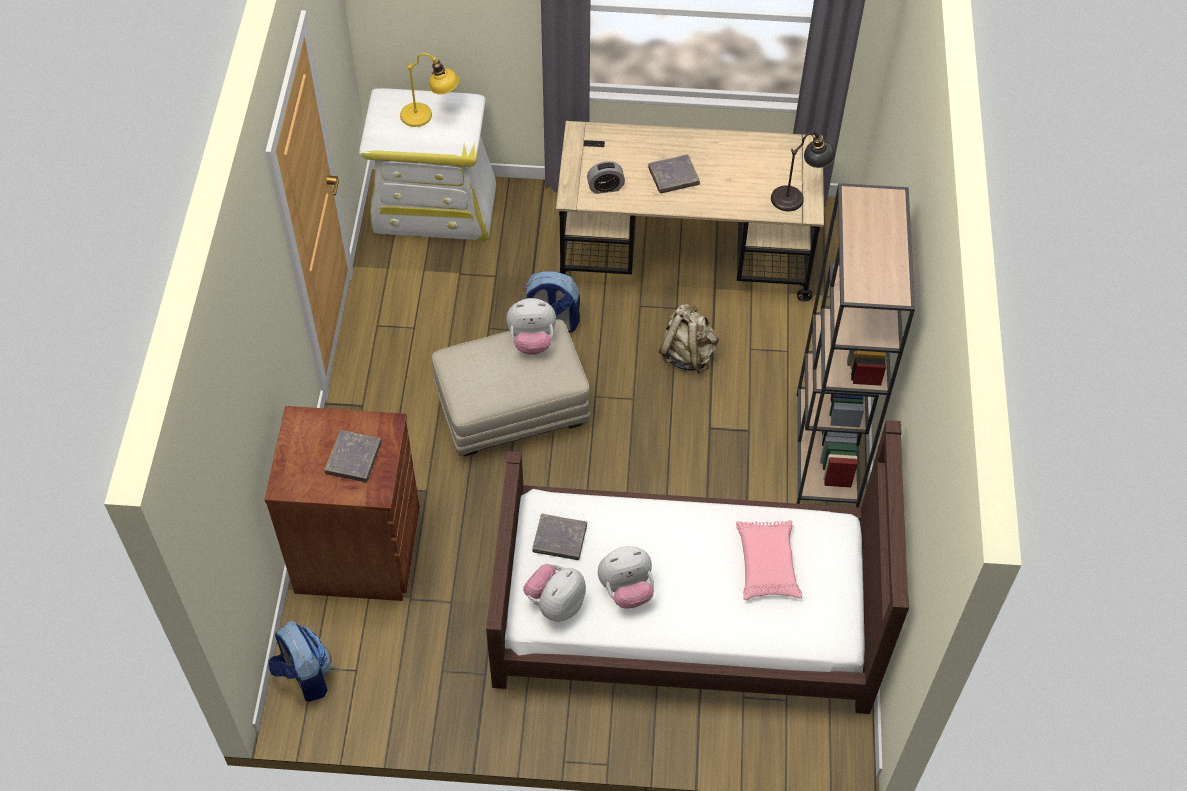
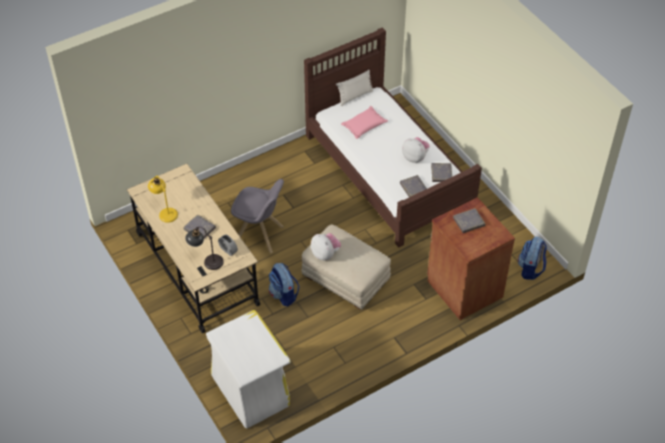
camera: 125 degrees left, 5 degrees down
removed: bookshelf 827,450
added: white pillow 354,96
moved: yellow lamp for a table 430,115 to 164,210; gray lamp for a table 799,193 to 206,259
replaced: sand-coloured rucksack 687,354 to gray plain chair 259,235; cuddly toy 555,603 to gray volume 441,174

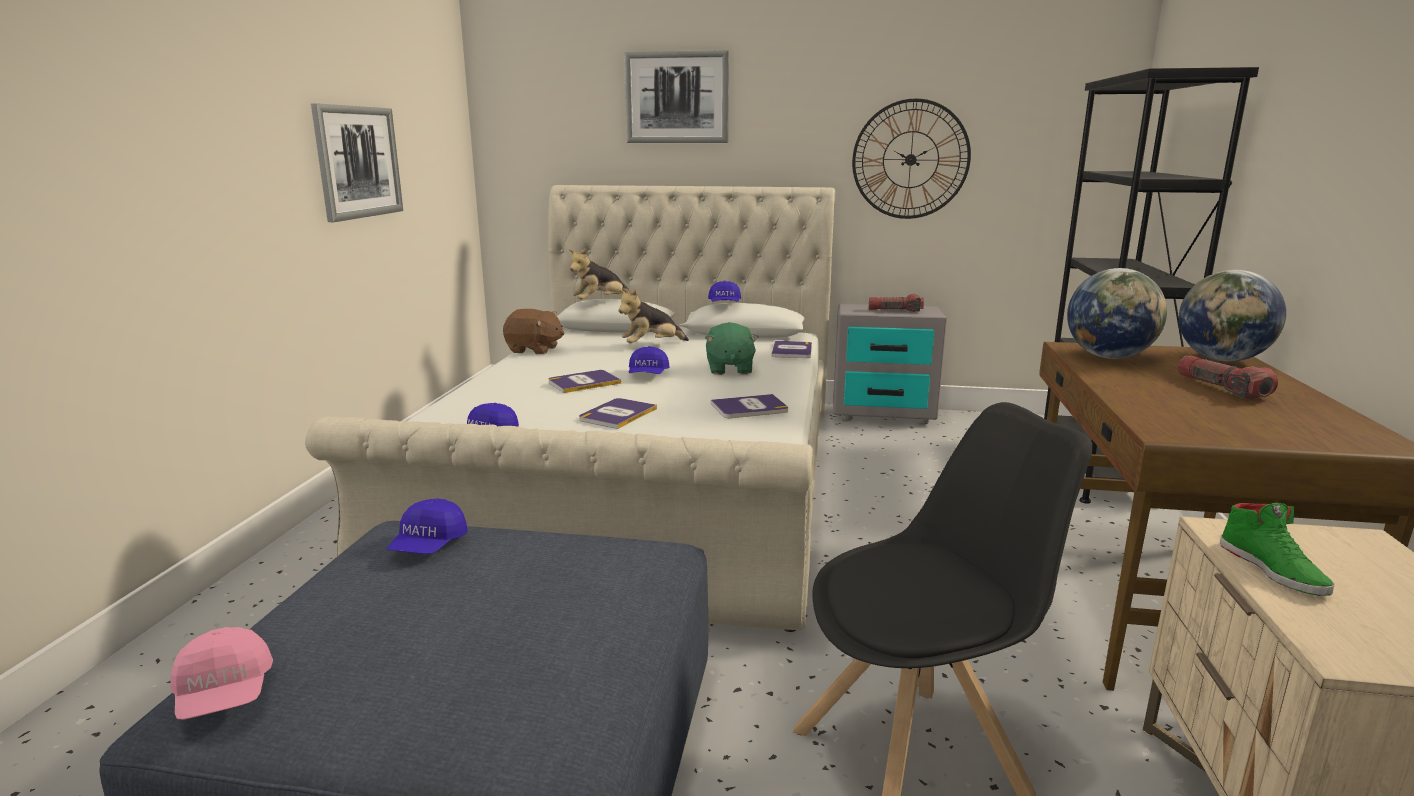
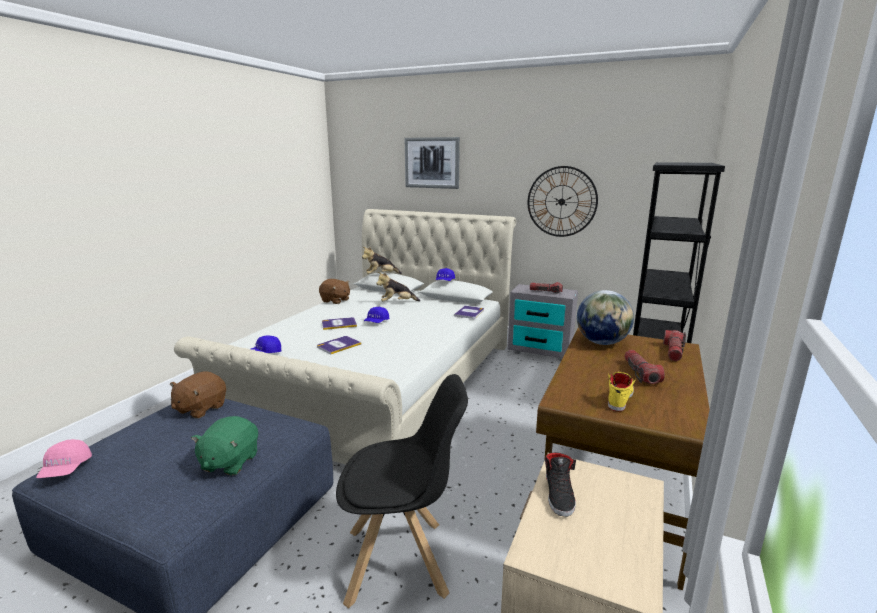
camera: 15 degrees right, 0 degrees up
removed: wall art 358,162; volume 749,408
added: yellow item of footwear 619,398
moved: greenish cuddly toy 729,369 to 229,462
replaced: desk globe 1222,360 to flashlight 673,352; blue-coloured cap 429,546 to brown cuddly toy 200,408
recoloured: greenish item of footwear 1273,569 to black item of footwear 559,494

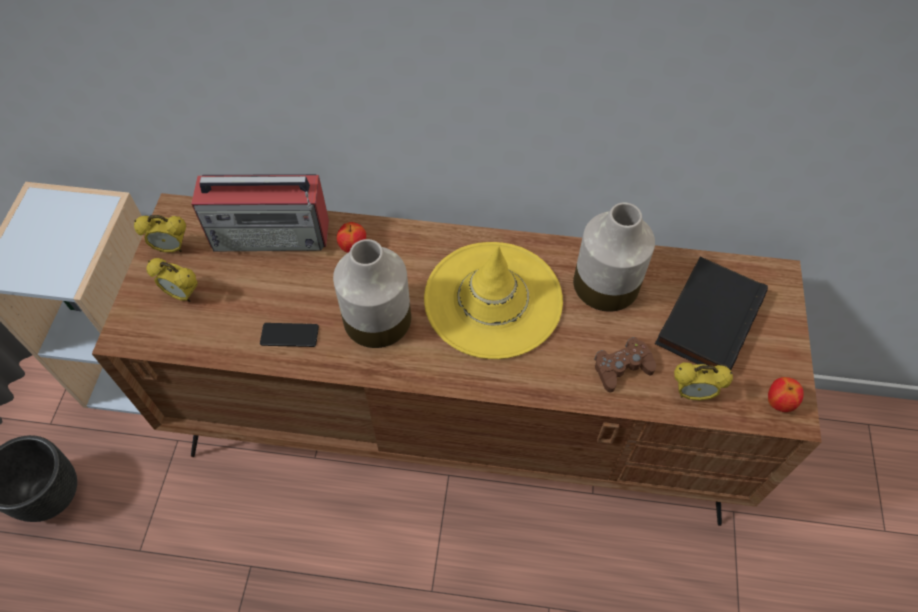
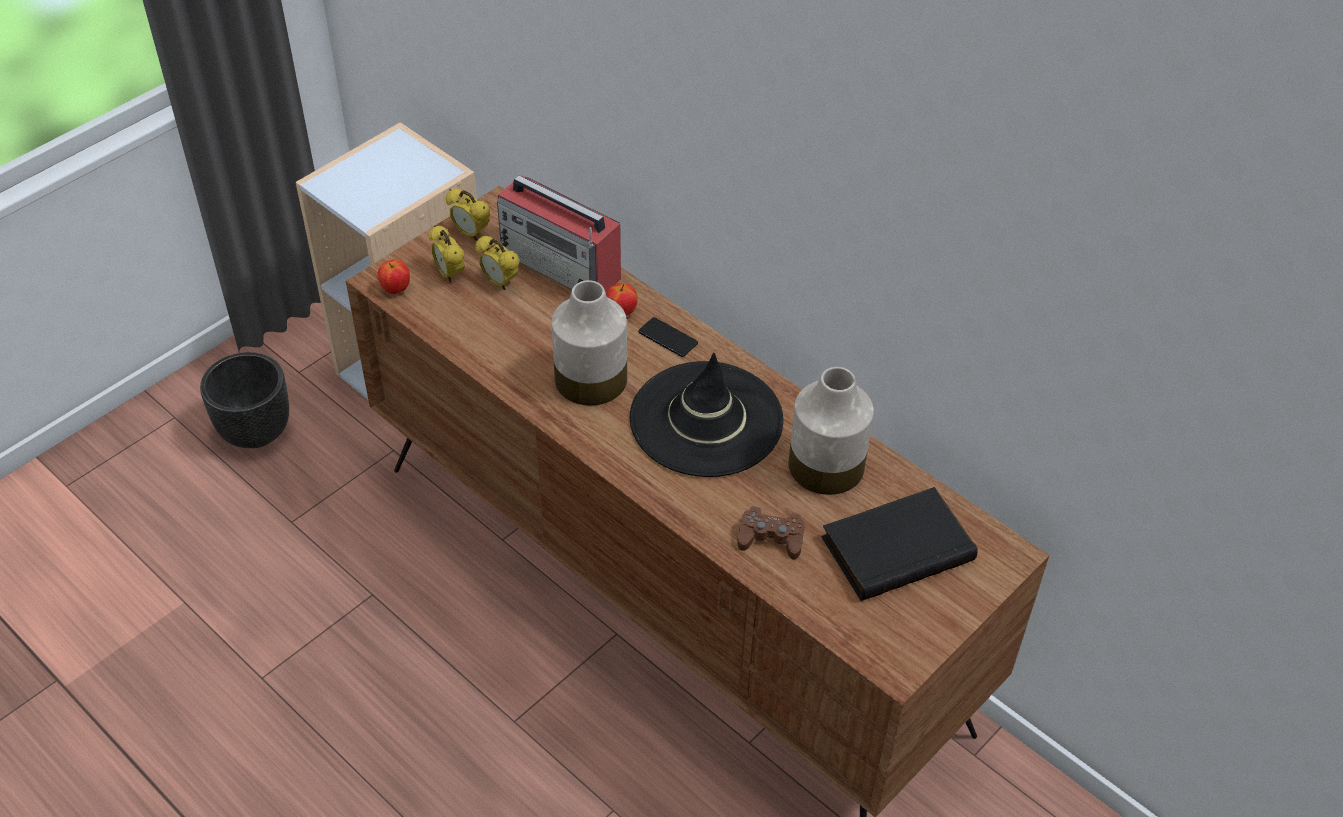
camera: 35 degrees right, 10 degrees down
moved: handset 289,335 to 668,338; alarm clock 692,393 to 499,282; whole apple 778,403 to 396,289
recoloured: yellow clothing hat 493,299 to black clothing hat 706,420

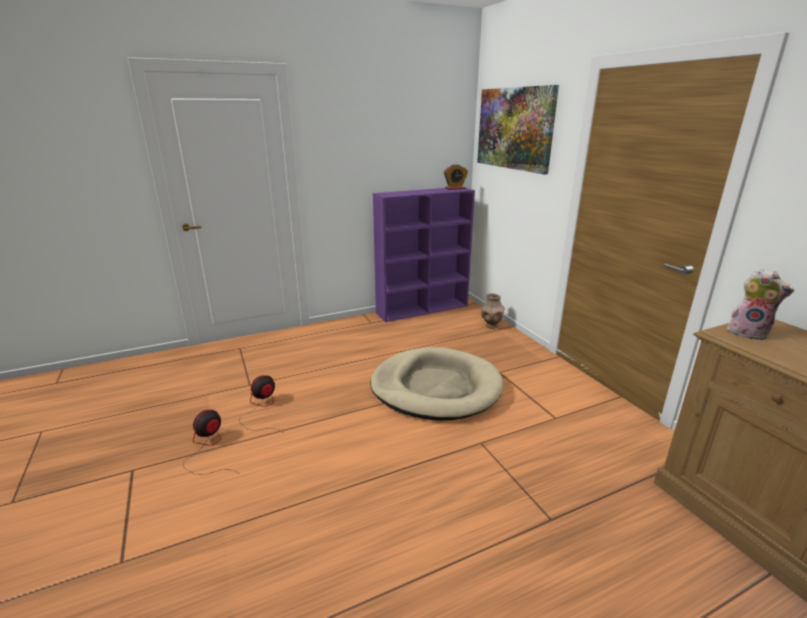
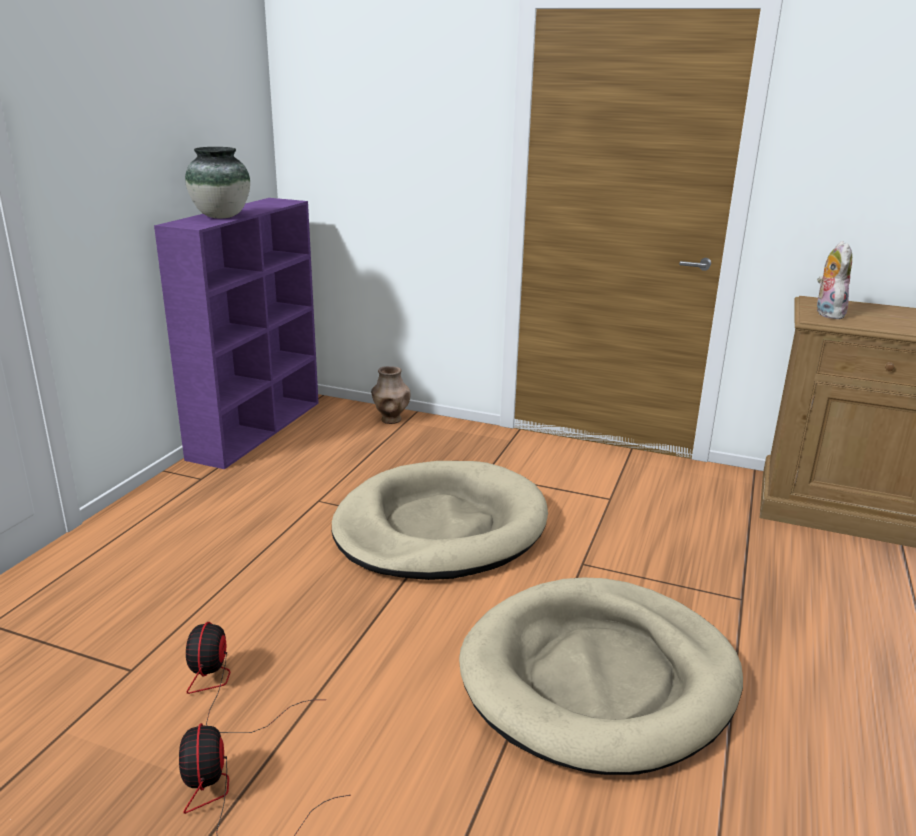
camera: 45 degrees left, 0 degrees up
removed: wall art 514,128; alarm clock 455,188
added: decorative vase 222,216; sand-coloured dog cushion 599,678
turned: cuddly toy 748,333 = 826,313 75 degrees counterclockwise

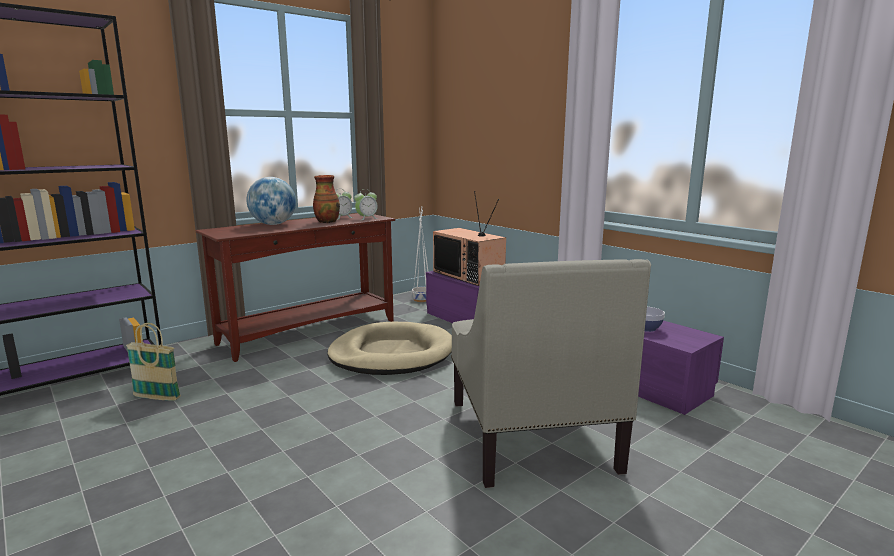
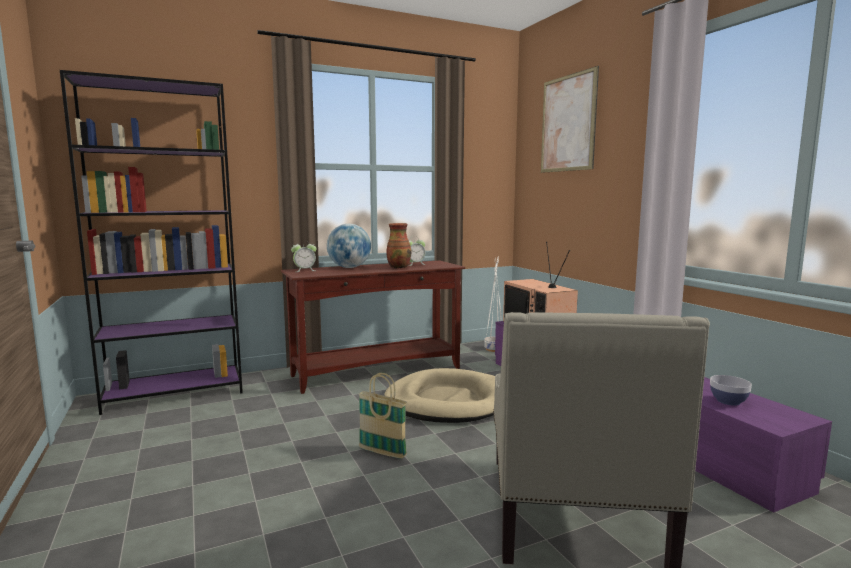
camera: 15 degrees right, 5 degrees down
added: wall art 568,123
moved: alarm clock 366,218 to 304,270; basket 157,398 to 382,452

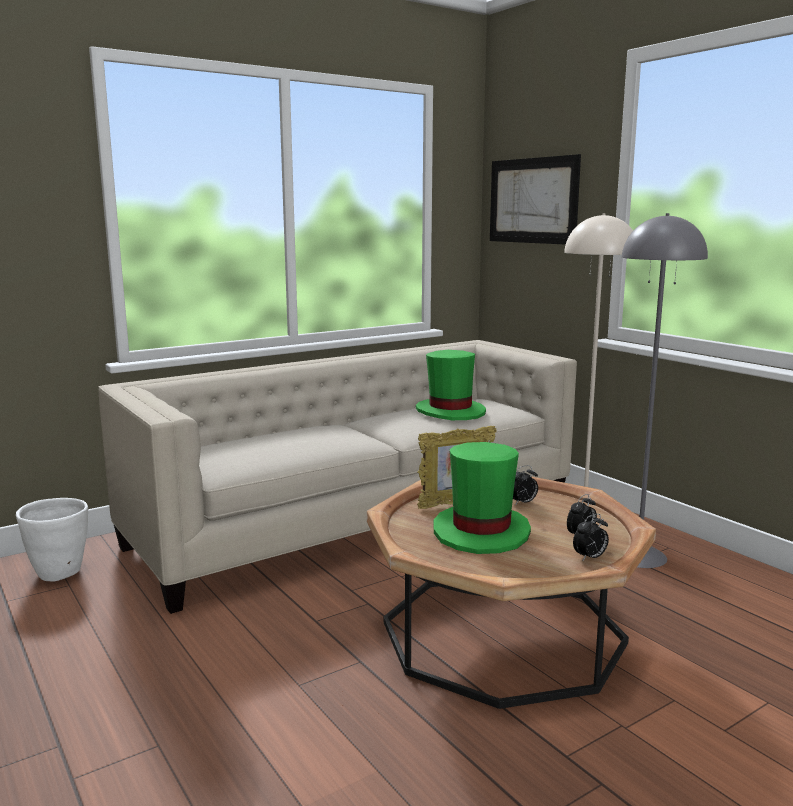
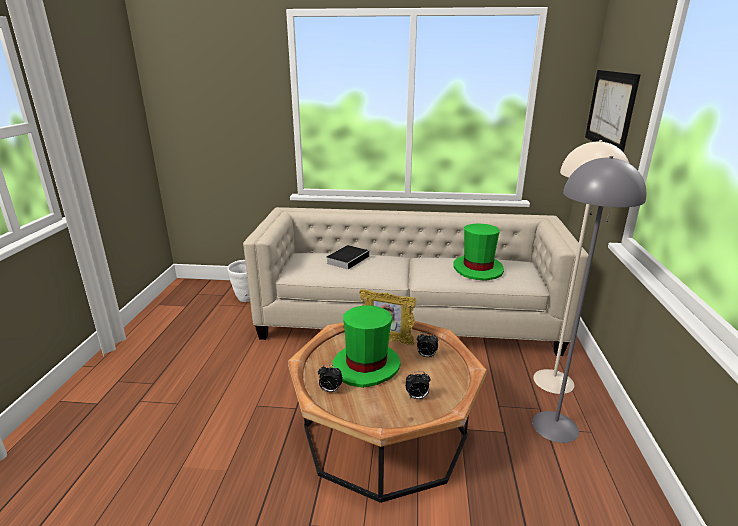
camera: 40 degrees right, 10 degrees up
added: volume 348,259
moved: alarm clock 590,558 to 330,390

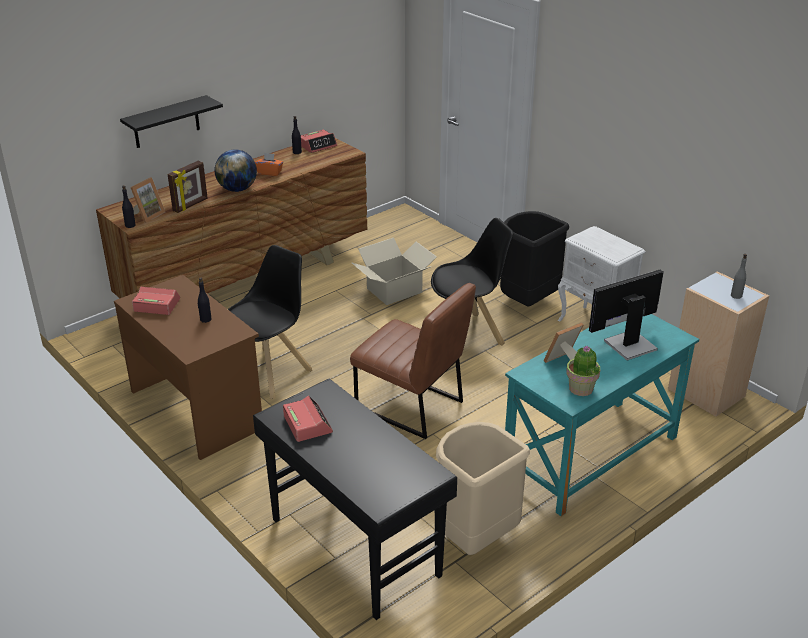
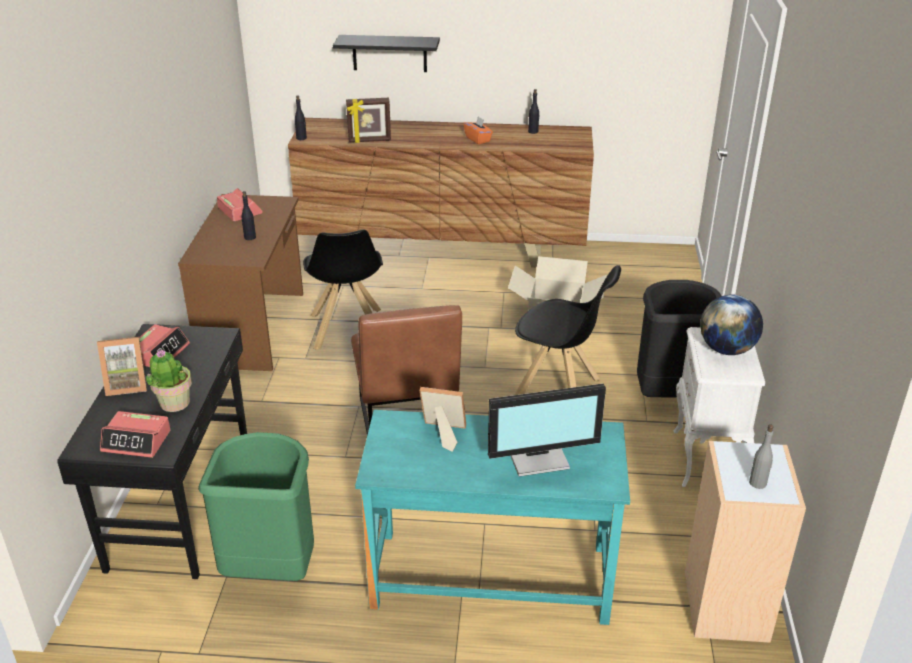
camera: 45 degrees right, 0 degrees up
moved: alarm clock 318,146 to 137,441; desk globe 237,189 to 727,350; standing frame 147,215 to 127,385; houseplant 581,389 to 174,403
recoloured: sand-coloured rubbish bin 475,538 to greenish rubbish bin 271,570
turned: black plain chair 271,371 = 347,330 90 degrees clockwise; monitor 628,344 = 538,457 150 degrees clockwise

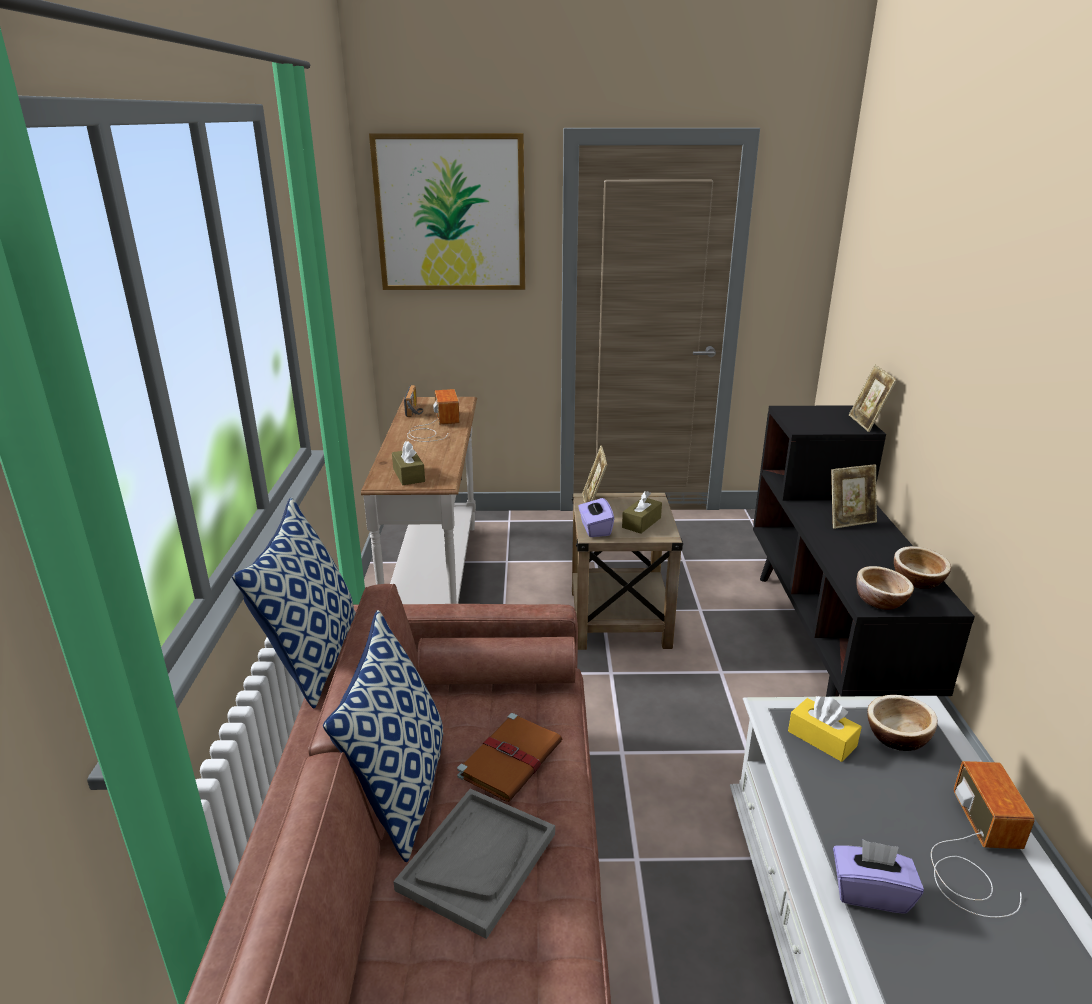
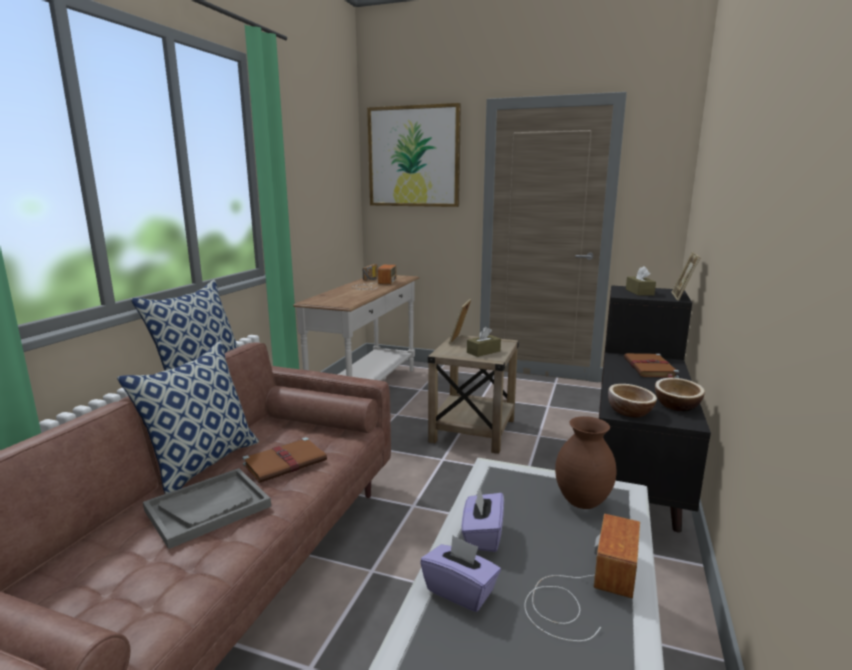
camera: 20 degrees right, 10 degrees down
removed: yellow tissue holder 822,739
moved: brown tissue holder 409,475 to 639,292; purple tissue holder 595,529 to 482,535
replaced: standing frame 849,521 to brown volume 650,368; bowl 897,737 to brown decorative vase 583,503

